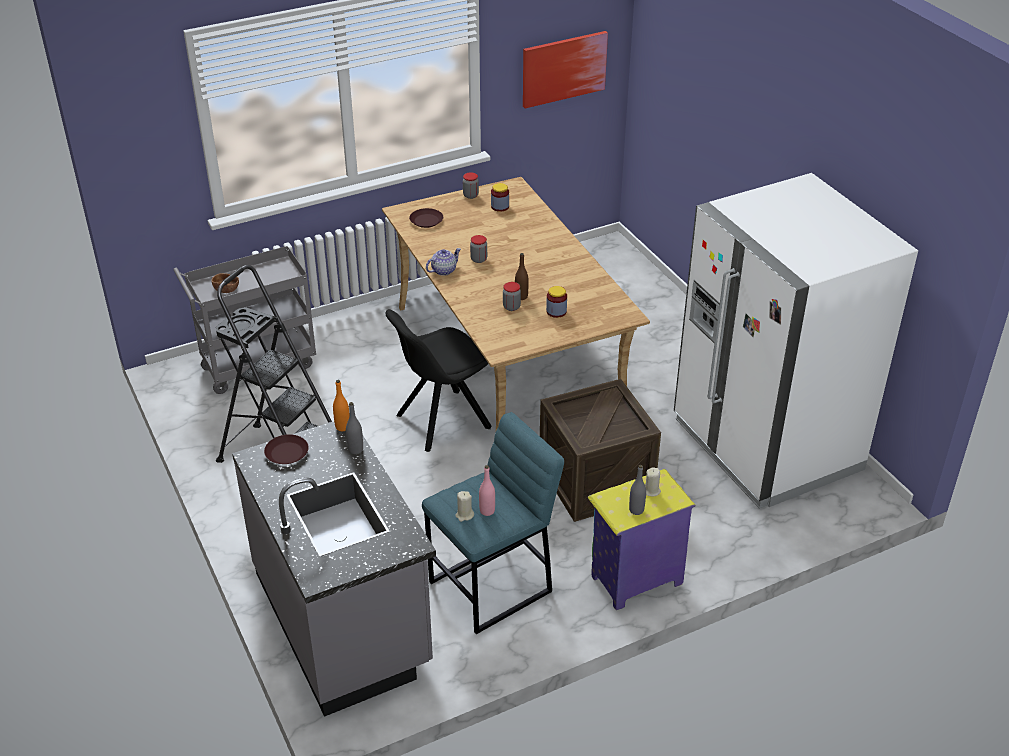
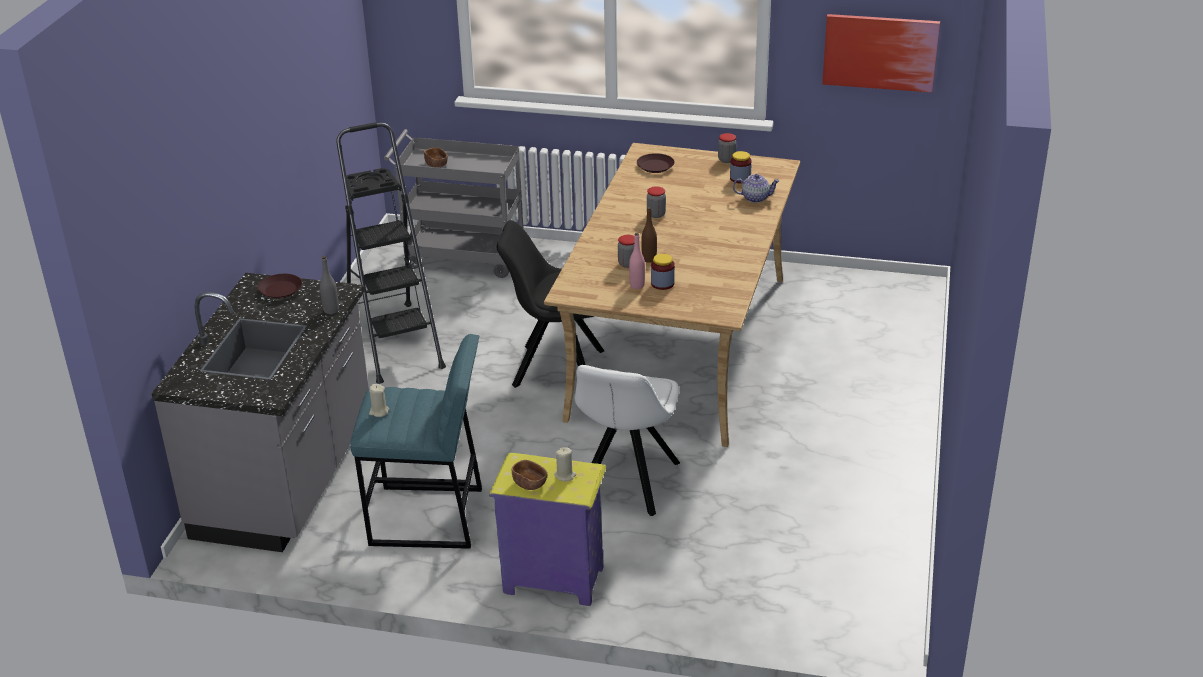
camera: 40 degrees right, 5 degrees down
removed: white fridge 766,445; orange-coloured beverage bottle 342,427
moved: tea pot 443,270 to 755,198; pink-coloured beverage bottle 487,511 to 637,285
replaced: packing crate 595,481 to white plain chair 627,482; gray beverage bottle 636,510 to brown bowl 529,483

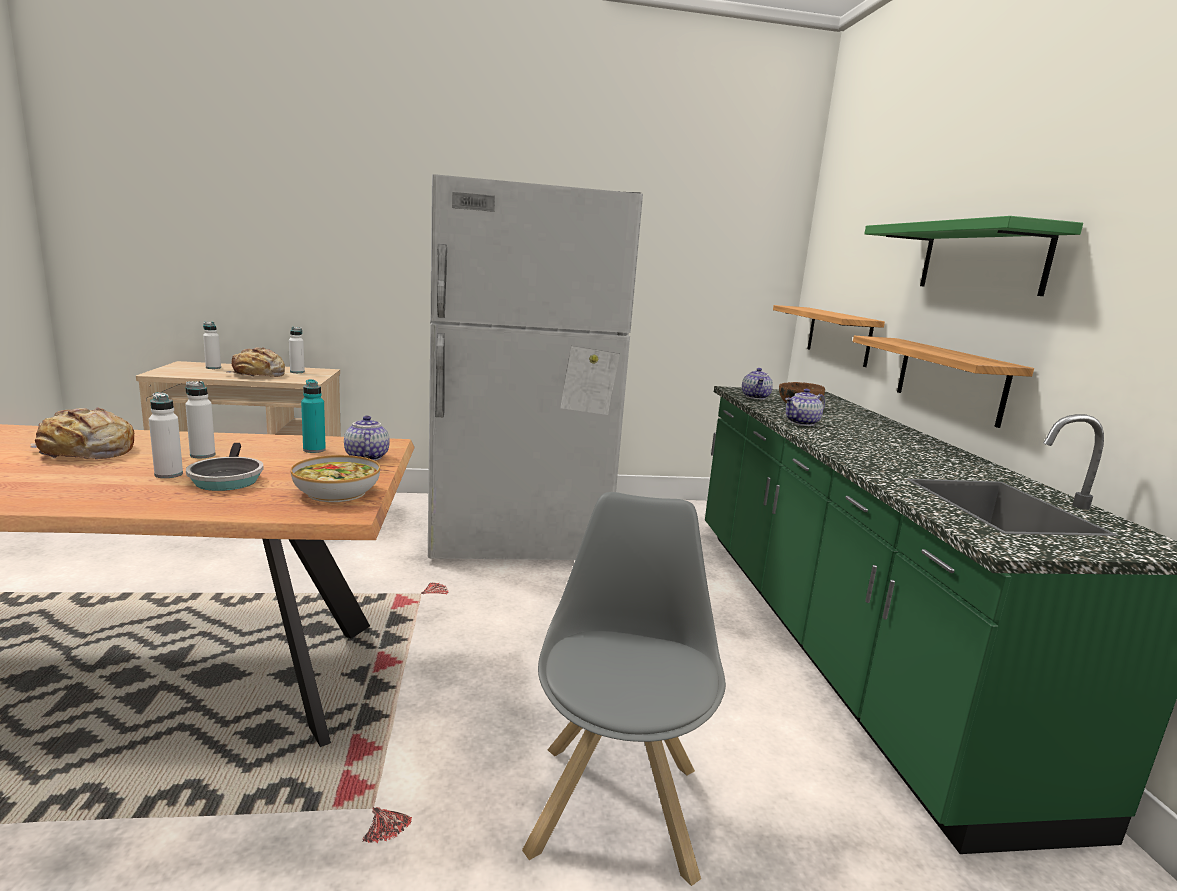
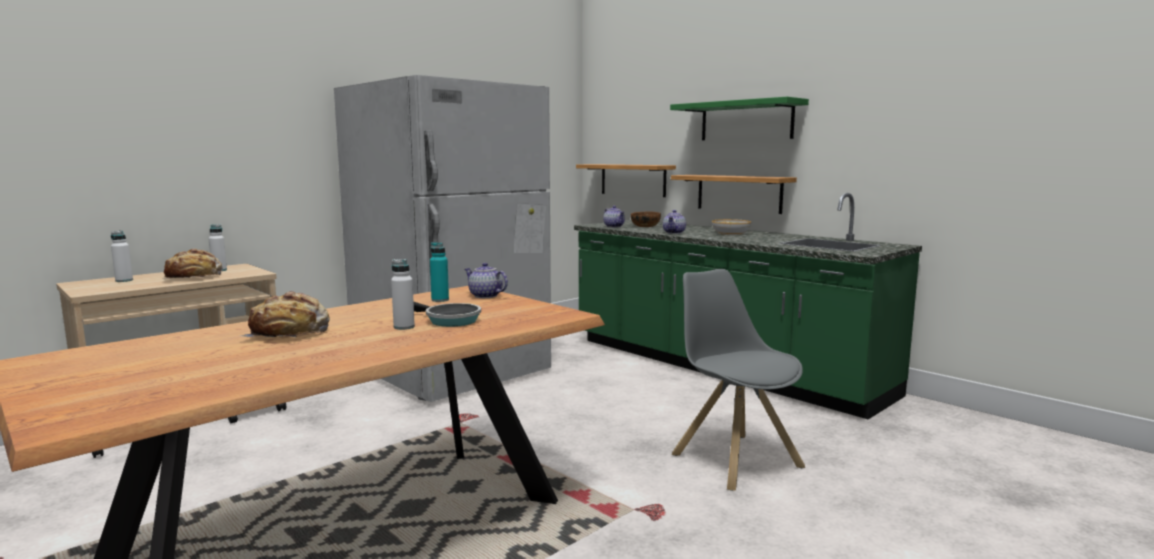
camera: 35 degrees left, 5 degrees down
removed: white beverage bottle 202,455
moved: bowl 337,492 to 730,233

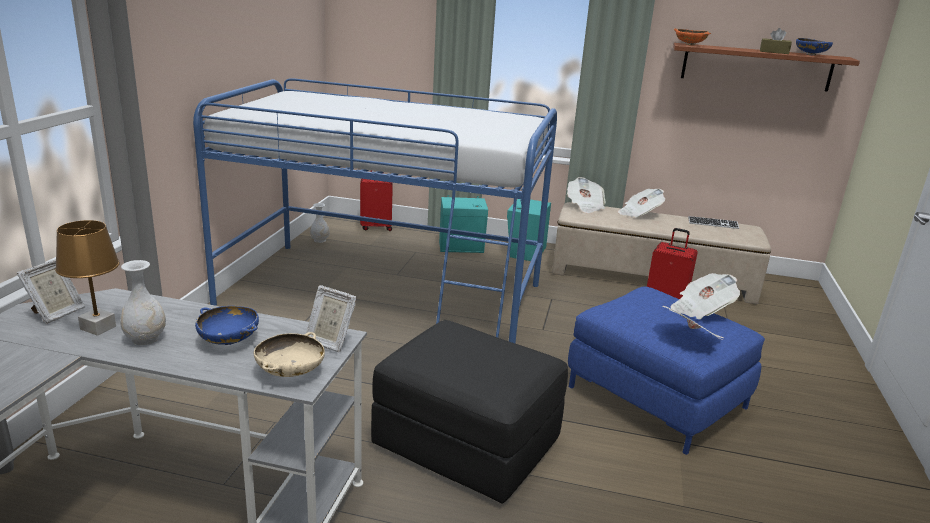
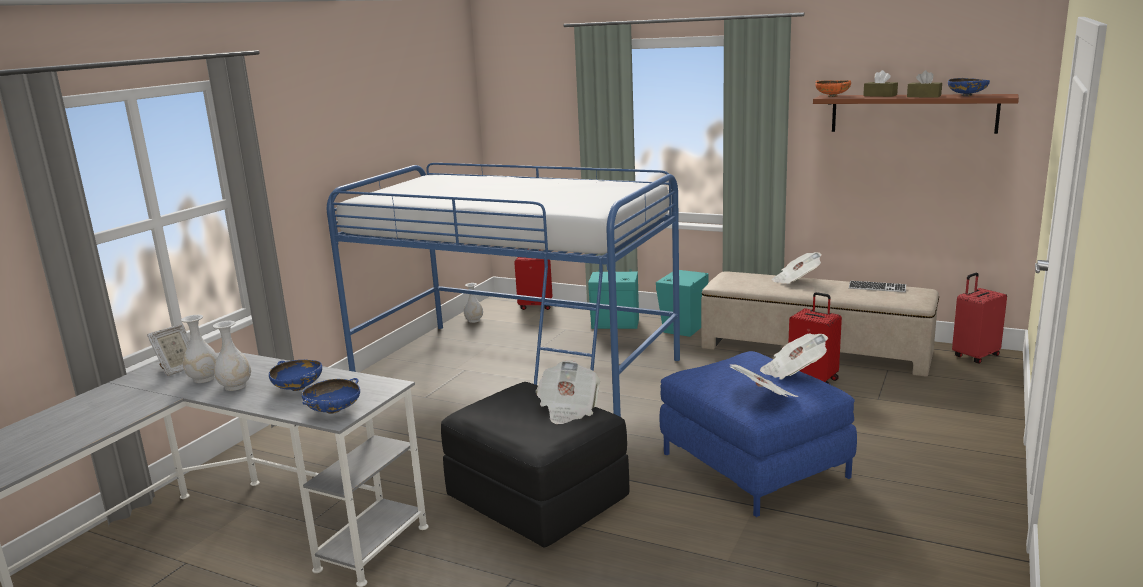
camera: 15 degrees right, 5 degrees down
removed: standing frame 329,341
added: brown tissue holder 880,95; reddish travel case 974,356
moved: daily paper 585,206 to 568,409
replaced: brown lamp for a table 97,328 to white decorative vase 203,379
recoloured: sand-coloured bowl 290,372 to blue-coloured bowl 334,411

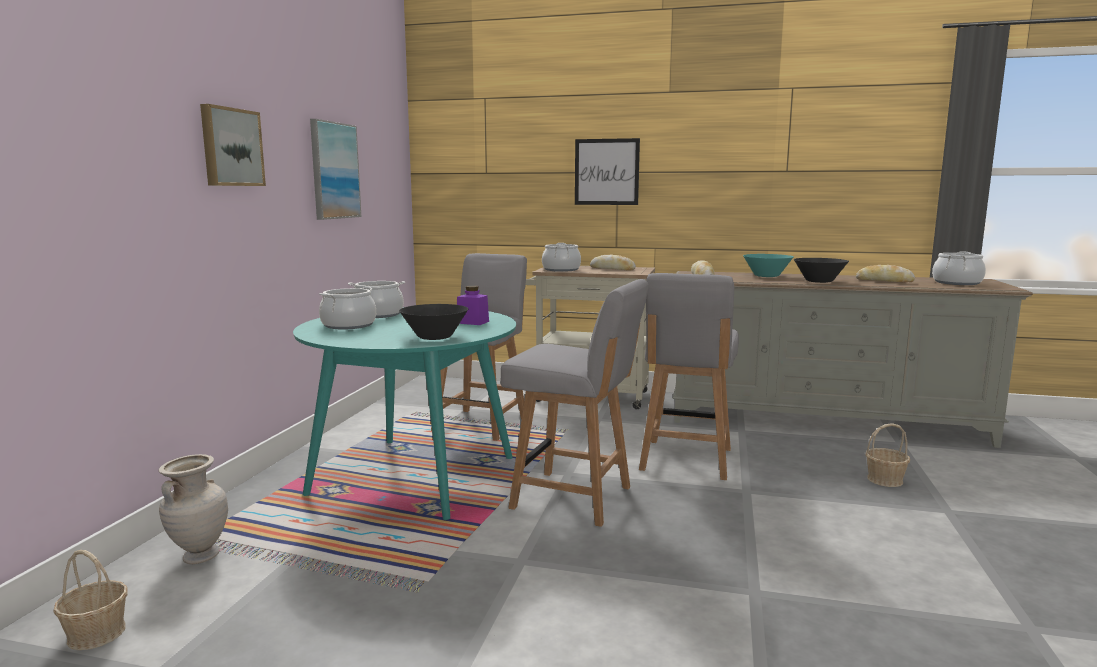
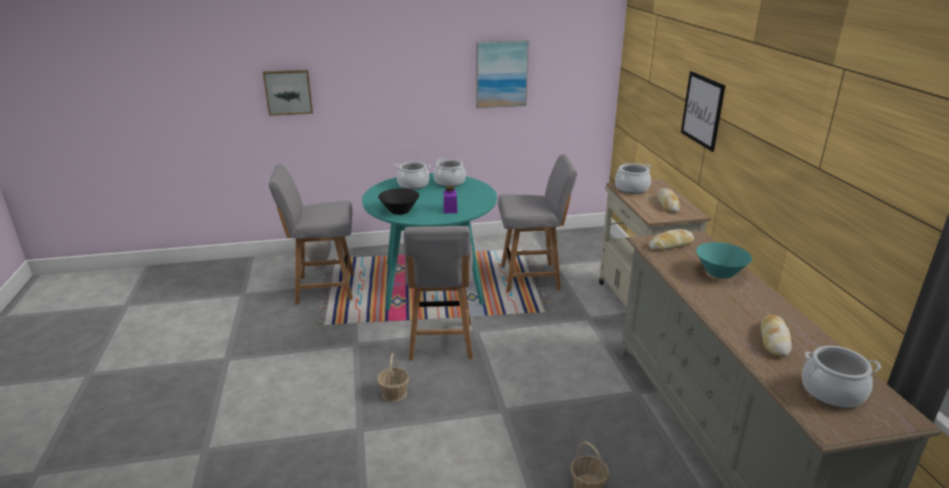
camera: 65 degrees right, 15 degrees up
removed: black bowl 819,281
moved: wall art 230,147 to 288,92; gray plain chair 685,460 to 323,288; basket 96,633 to 394,393

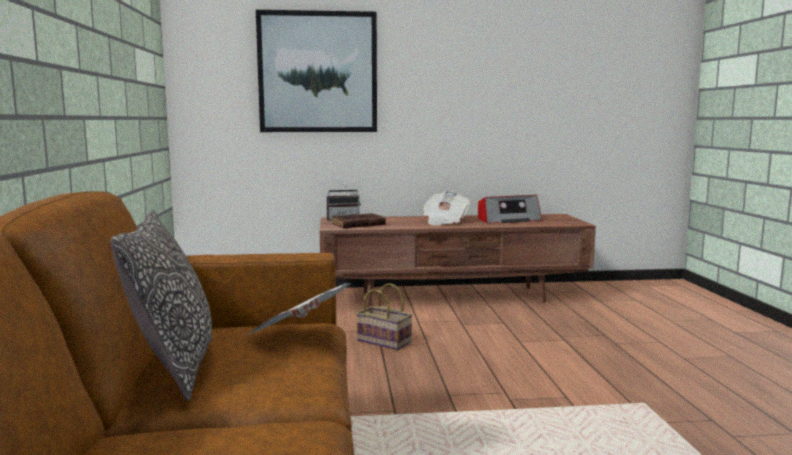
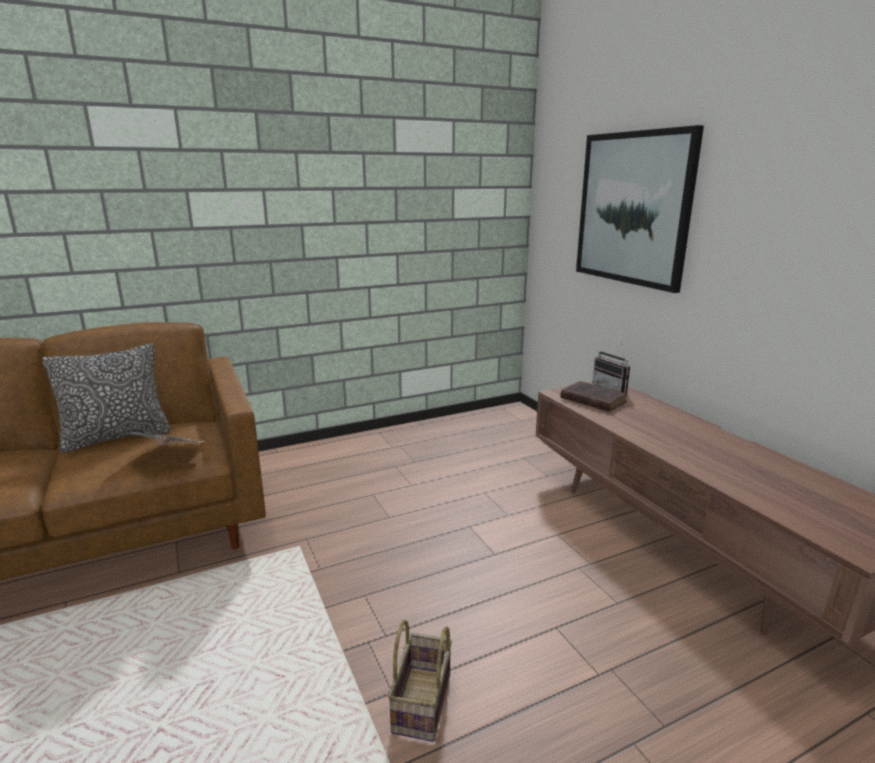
camera: 70 degrees right, 10 degrees up
removed: daily paper 444,221; radio receiver 508,220
moved: basket 385,341 to 423,705

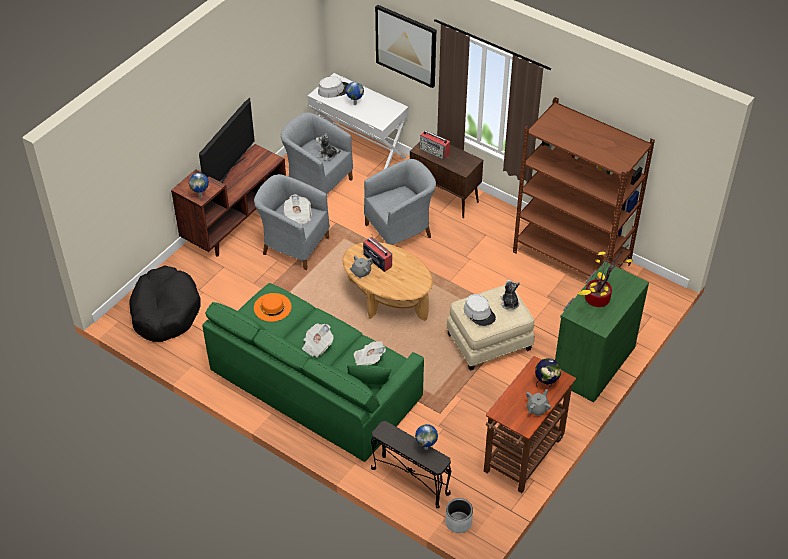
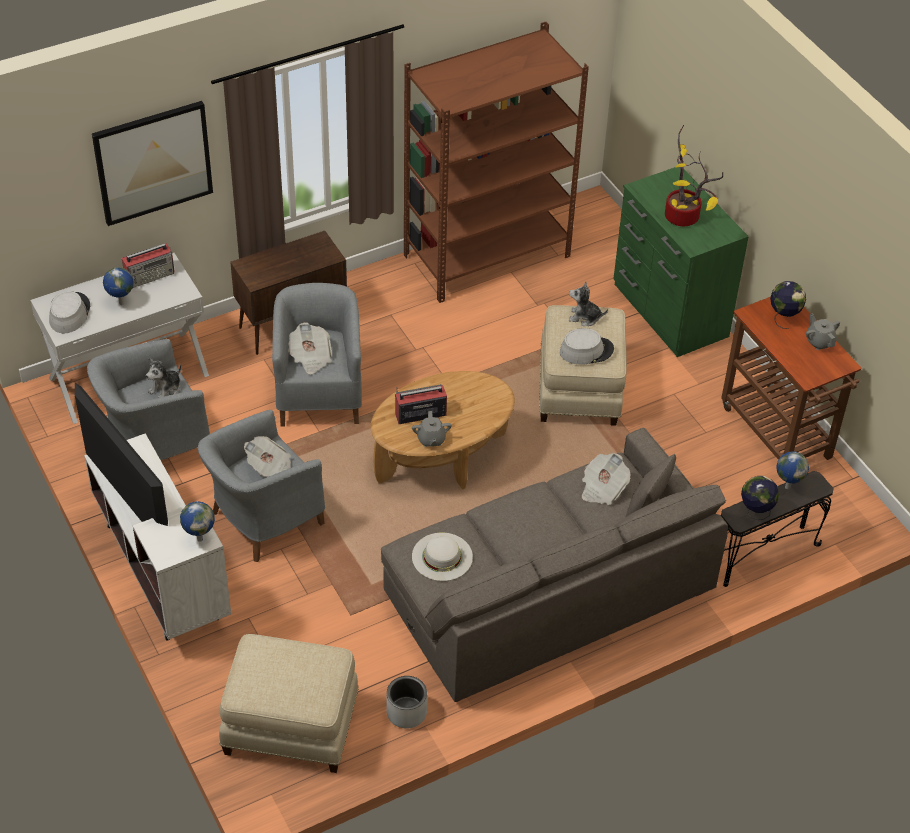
camera: 65 degrees left, 0 degrees up
added: desk globe 755,512
moved: radio receiver 434,151 to 150,275; daily paper 316,346 to 310,357; gray flower pot 458,522 to 406,712
replaced: black dog cushion 165,311 to sand-coloured footrest 291,724
recoloured: brown media console 235,221 to white media console 160,570; greenish couch 315,385 to gray couch 547,593; orange-coloured clothing hat 272,307 to white clothing hat 442,556

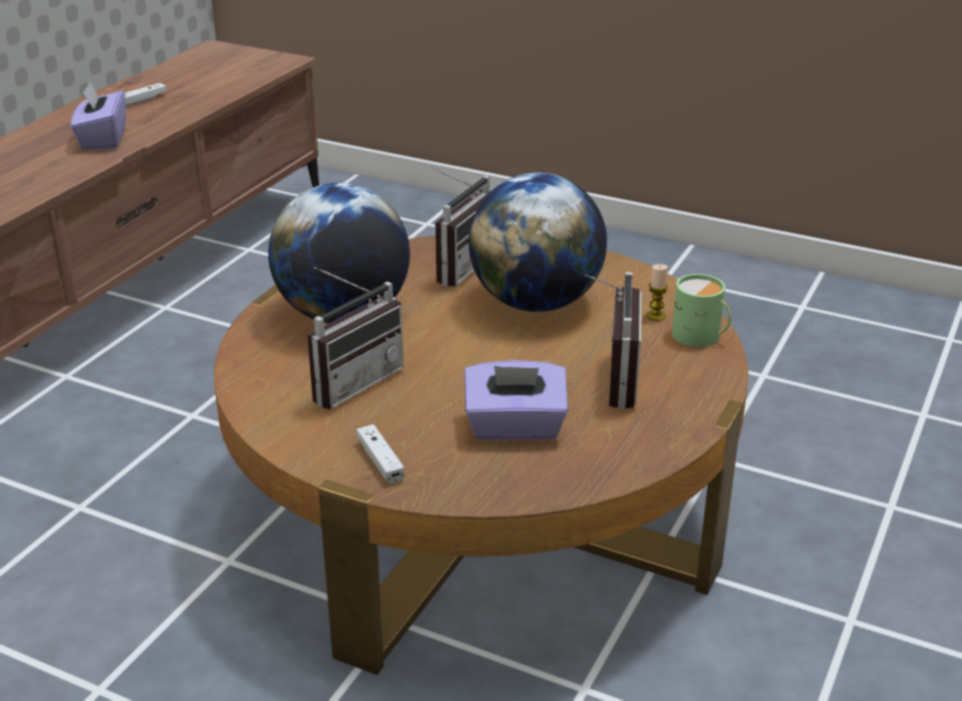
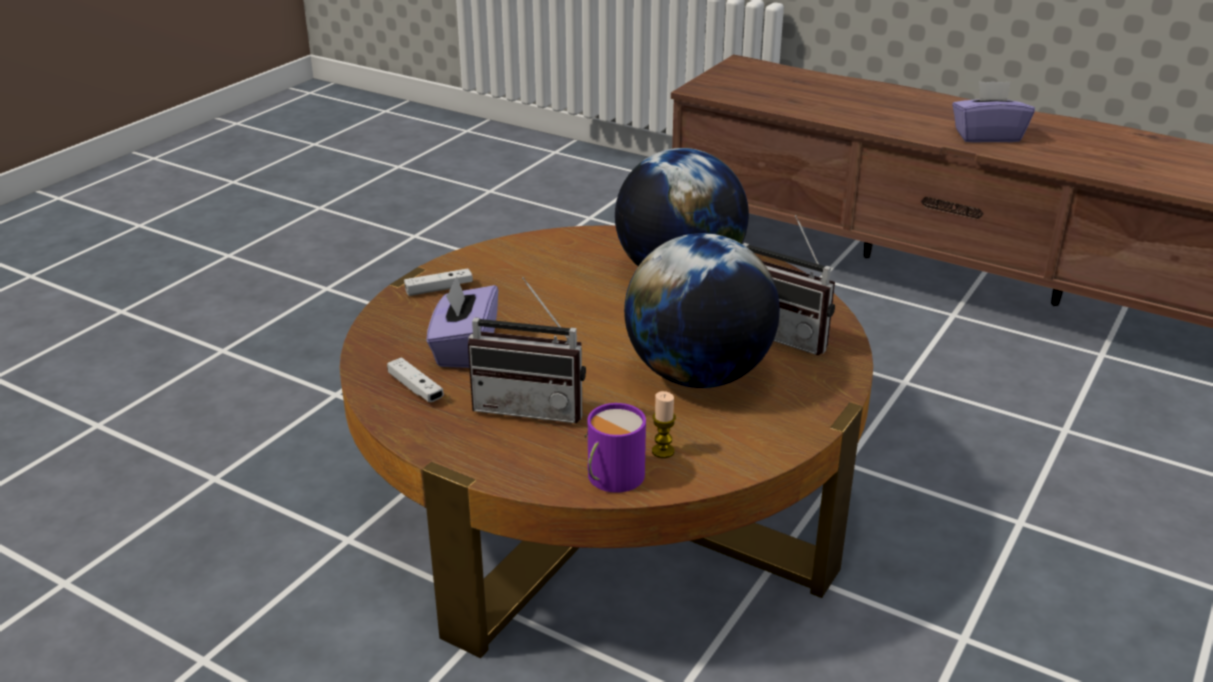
camera: 95 degrees right, 0 degrees up
removed: radio receiver 351,381
moved: white joypad 142,100 to 415,388
recoloured: greenish tea mug 700,336 to purple tea mug 611,477

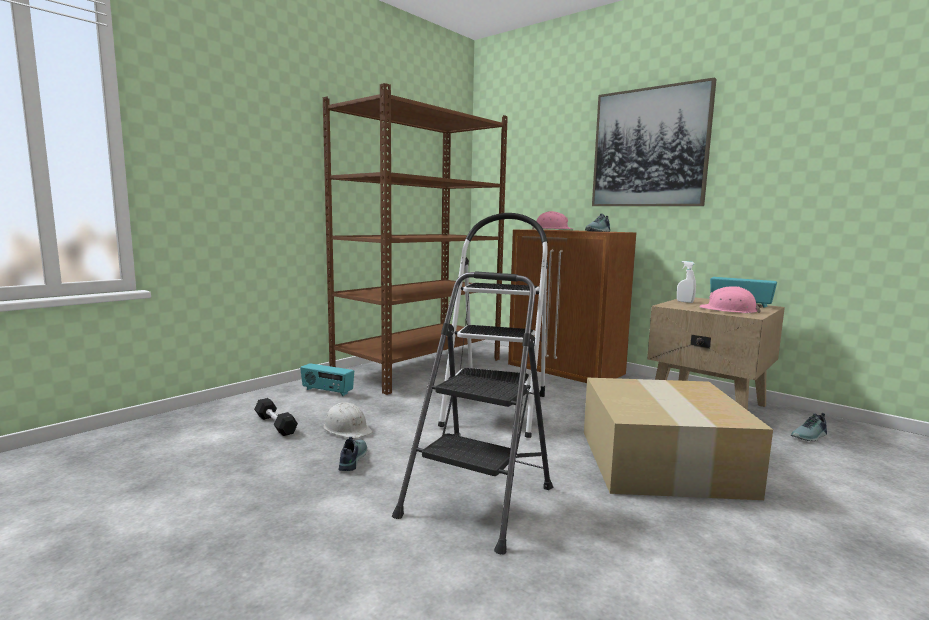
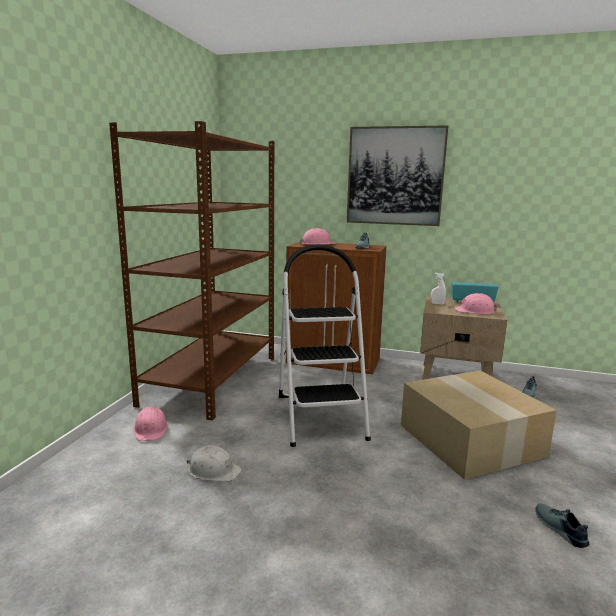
camera: 25 degrees left, 5 degrees up
removed: black stepladder 479,498; black dumbbell 275,424
moved: item of footwear 351,459 to 558,529
replaced: radio receiver 327,391 to pink-coloured safety helmet 151,429

